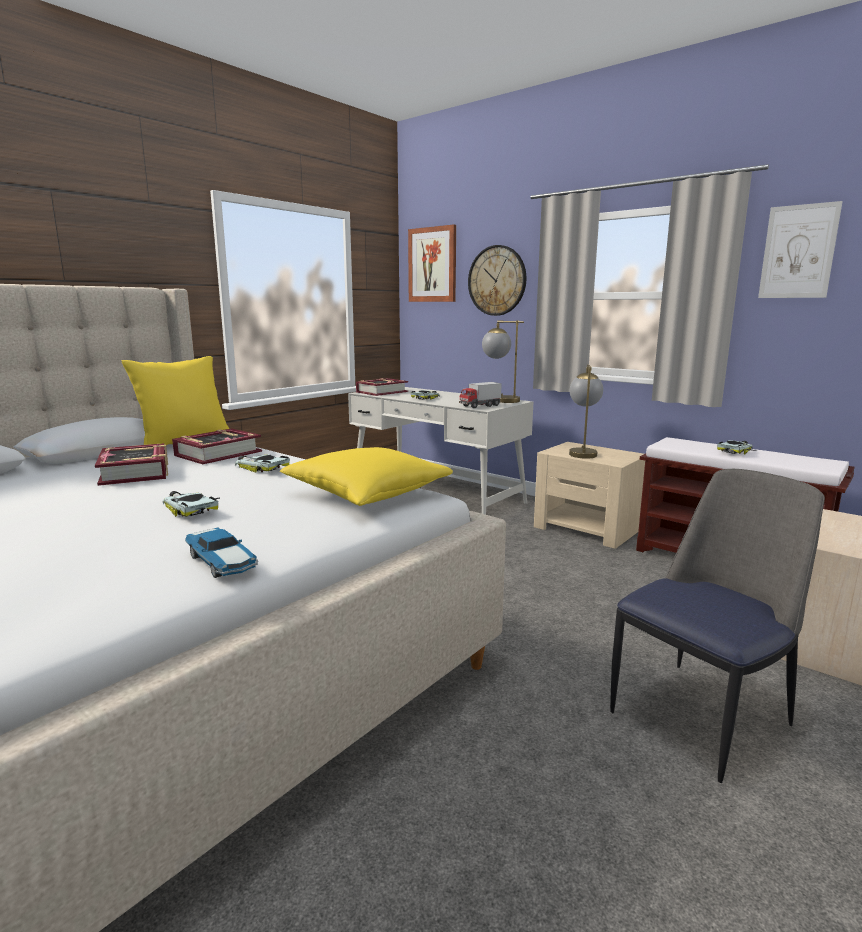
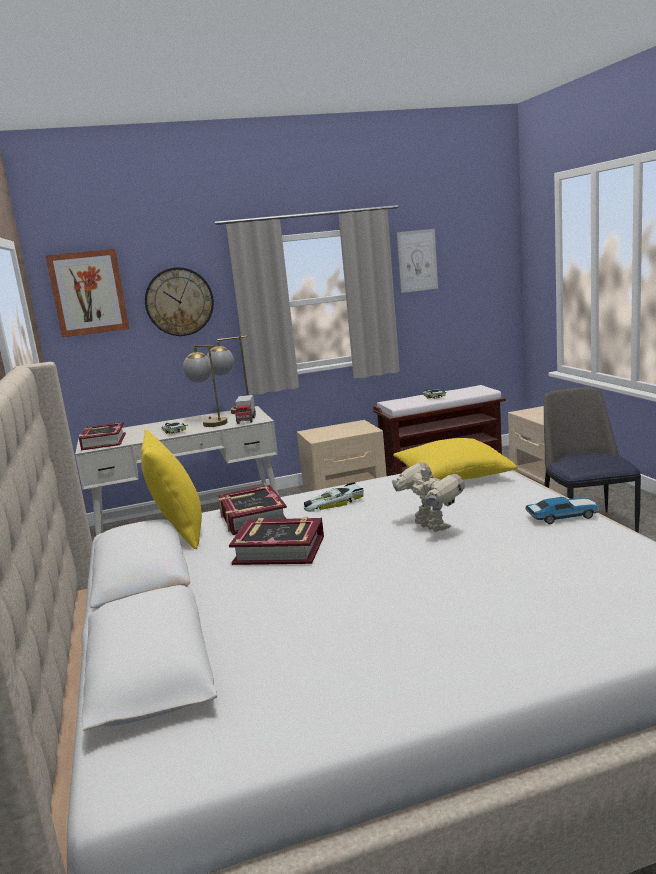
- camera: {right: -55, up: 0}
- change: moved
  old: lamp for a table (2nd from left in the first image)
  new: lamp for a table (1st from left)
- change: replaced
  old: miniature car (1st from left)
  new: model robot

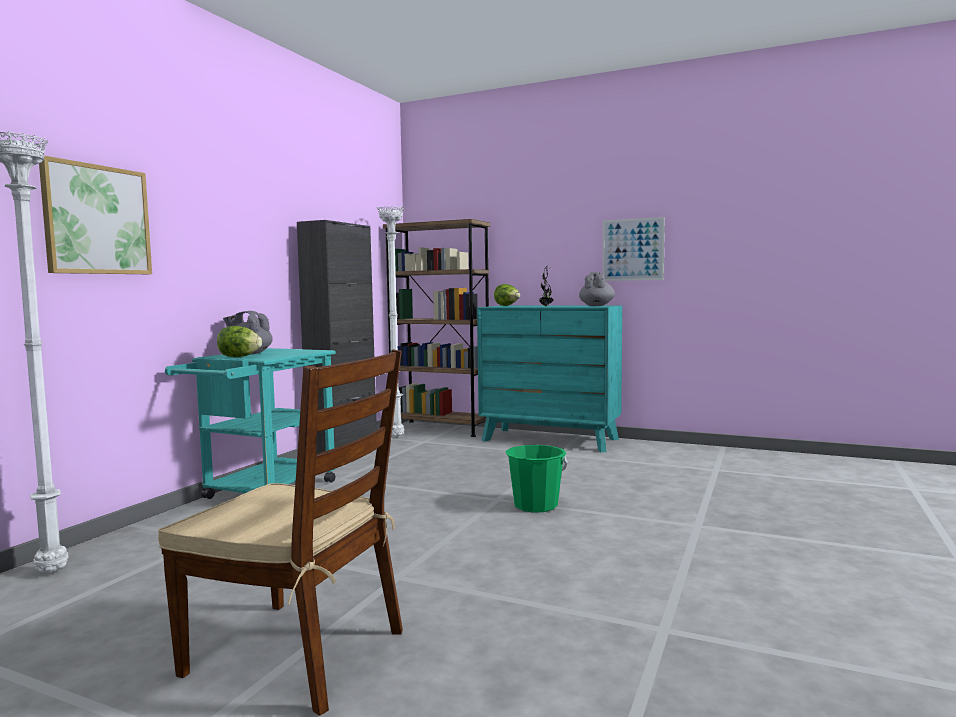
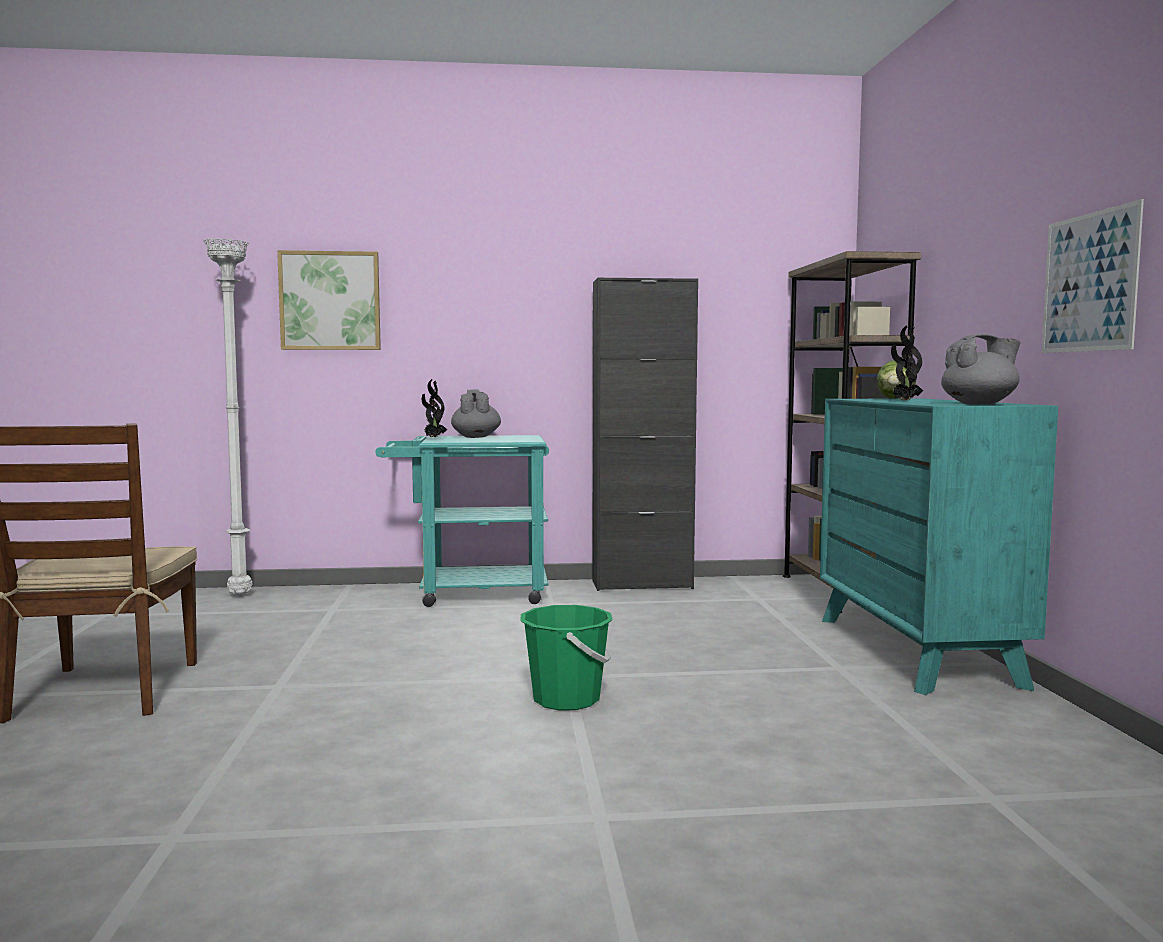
- camera: {right: 60, up: 0}
- change: replaced
  old: lettuce head (1st from left)
  new: plant in a pot (1st from left)
- change: removed
  old: floor lamp/white-coloured (2nd from left)

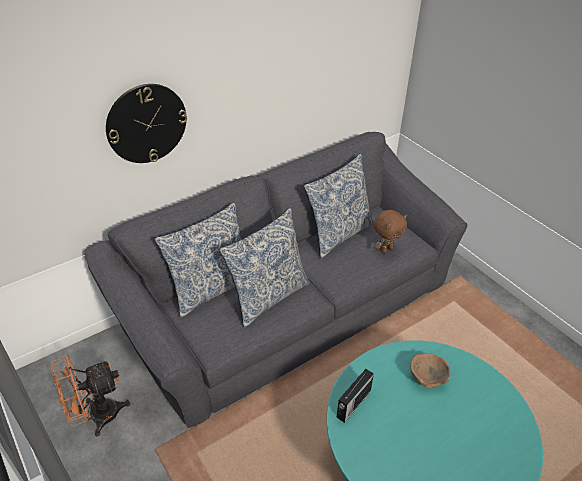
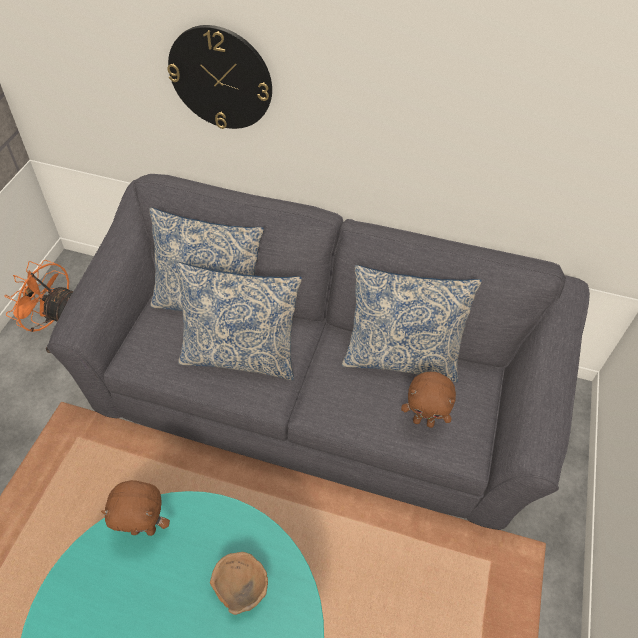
- camera: {right: 50, up: 10}
- change: replaced
  old: radio receiver
  new: cuddly toy/brown (1st from left)

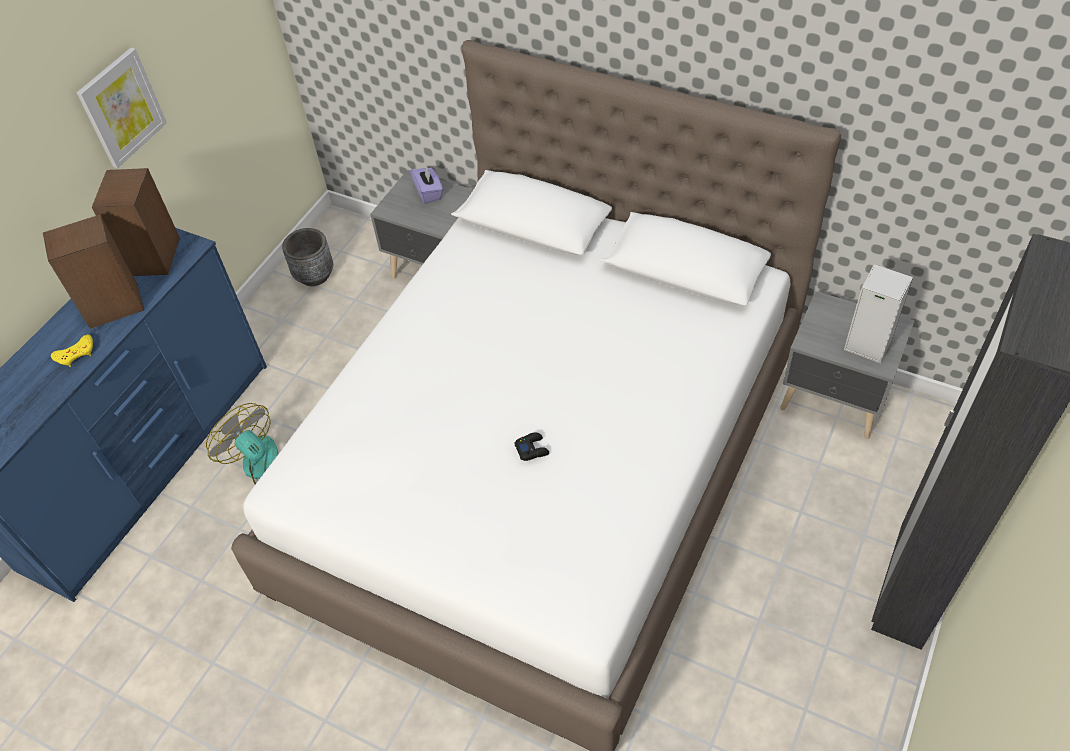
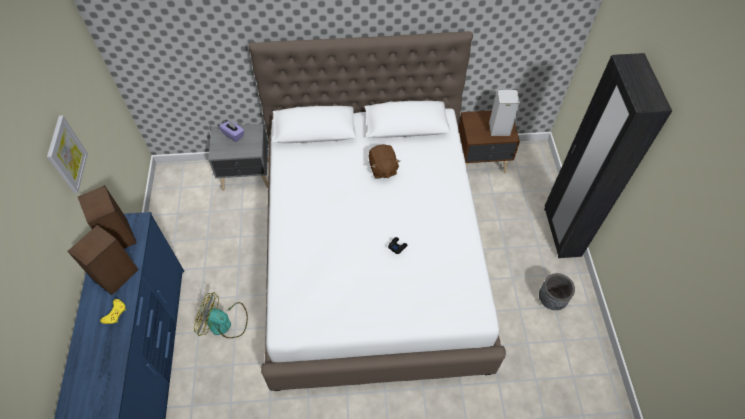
- camera: {right: -35, up: 5}
- change: added
  new: cuddly toy/brown
- change: recoloured
  old: night table/greyish (2nd from left)
  new: night table/brown
- change: moved
  old: planter/greyish

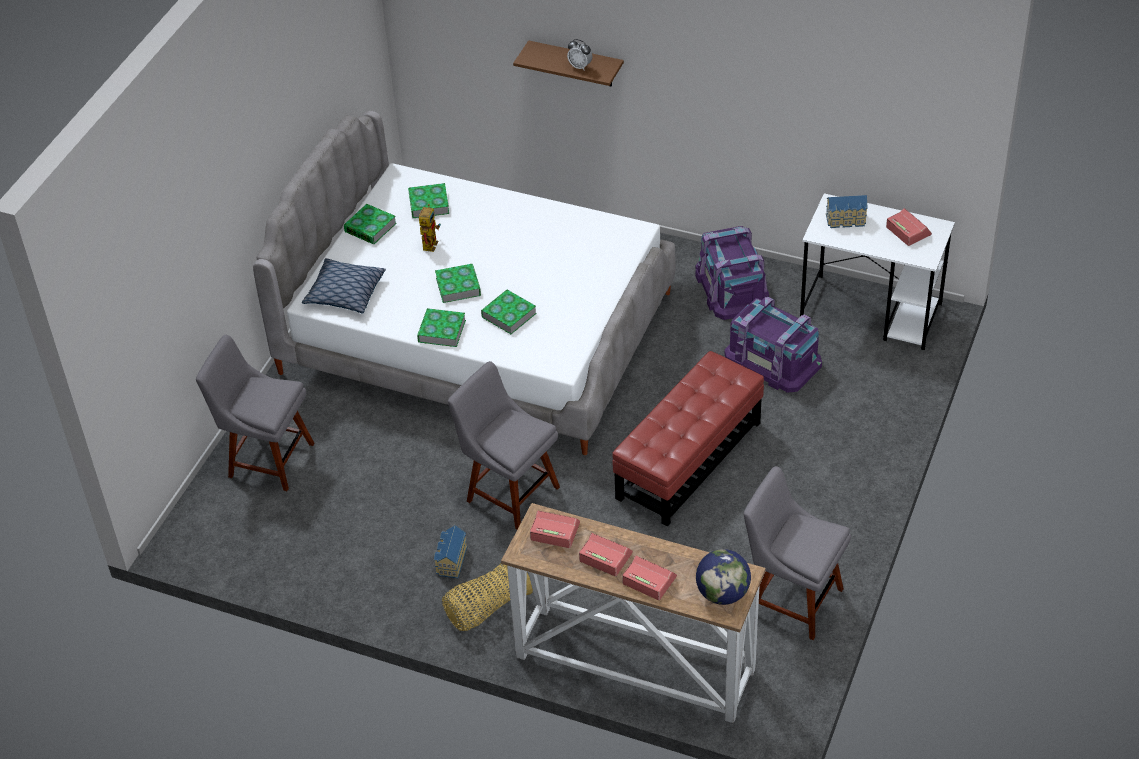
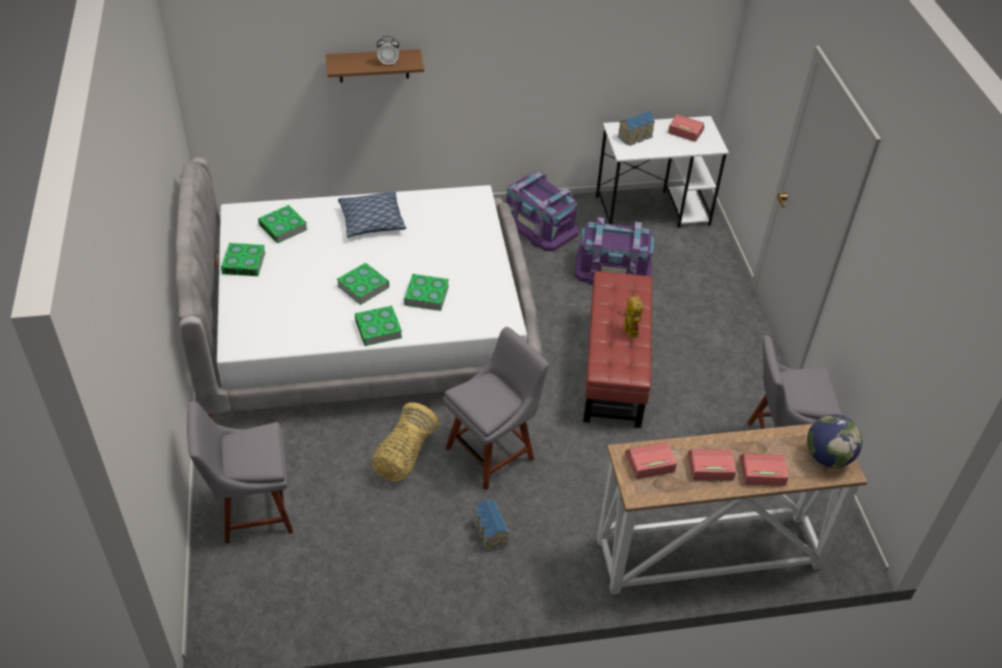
- camera: {right: -35, up: 0}
- change: moved
  old: cushion
- change: moved
  old: storage basket
- change: turned
  old: upright chair/greyish (2nd from left)
  degrees: 135
- change: moved
  old: model robot

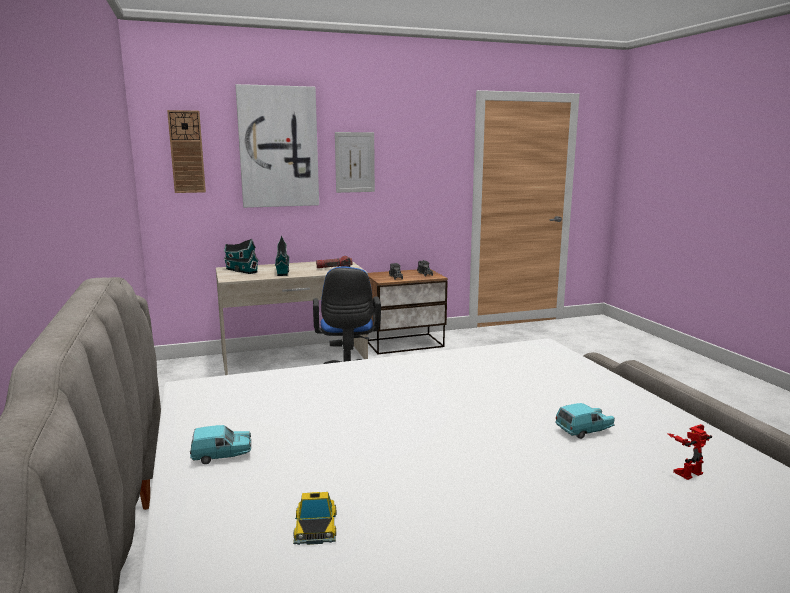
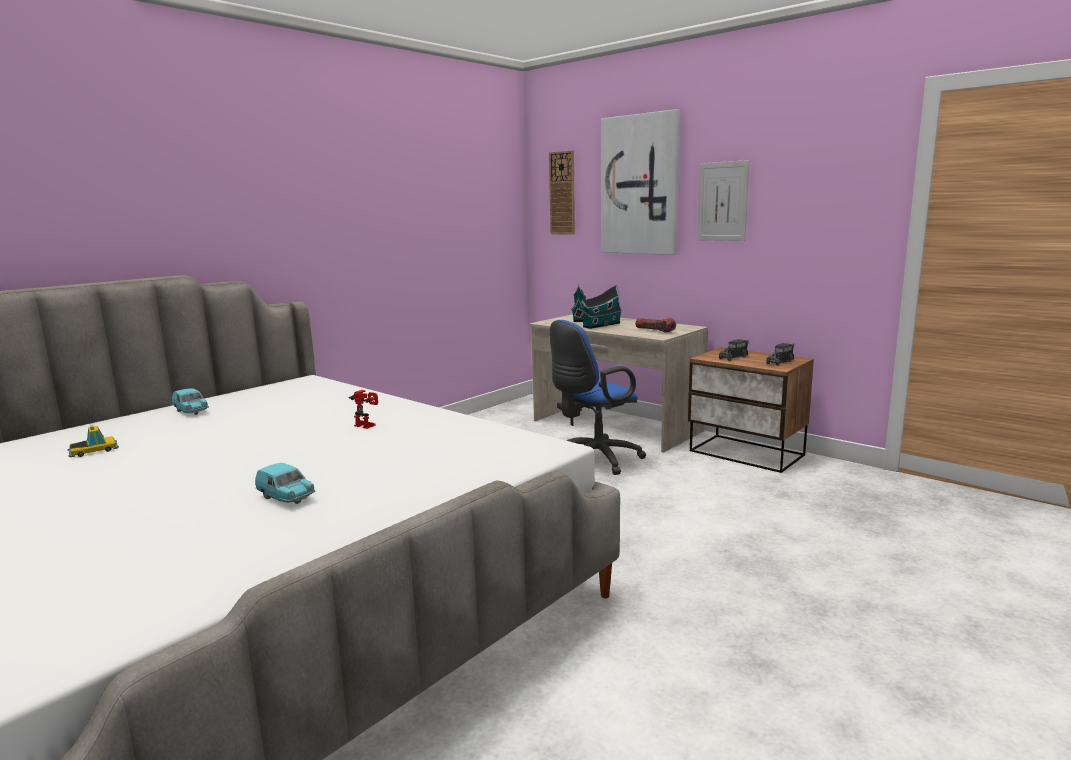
- camera: {right: 60, up: 0}
- change: moved
  old: model robot

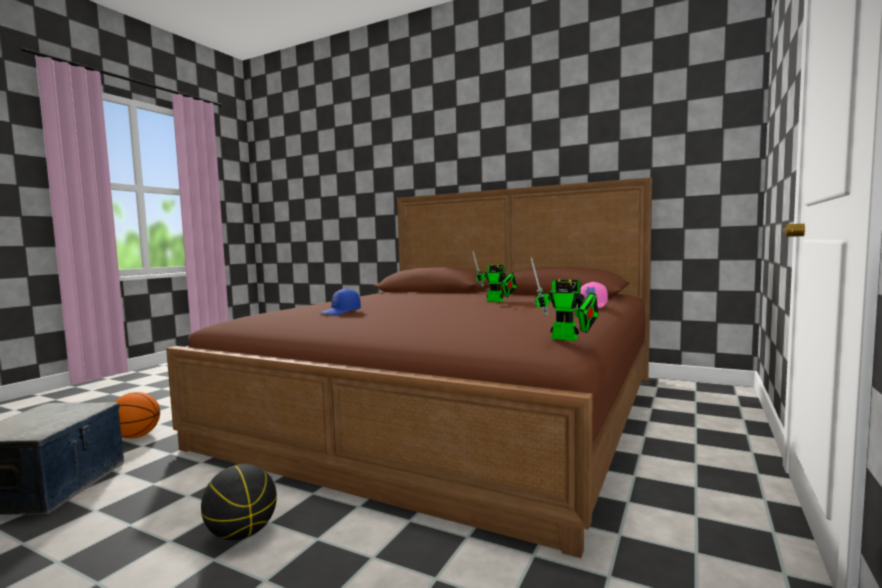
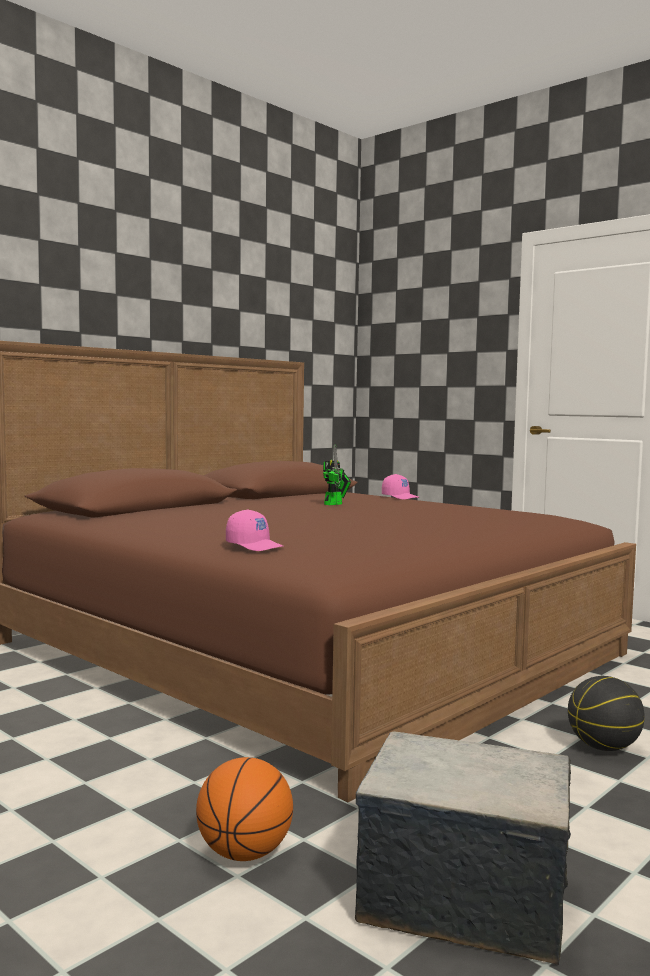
- camera: {right: -75, up: 0}
- change: added
  new: peaked cap/pink-coloured (1st from left)
- change: removed
  old: peaked cap/blue
- change: removed
  old: model robot (2nd from left)

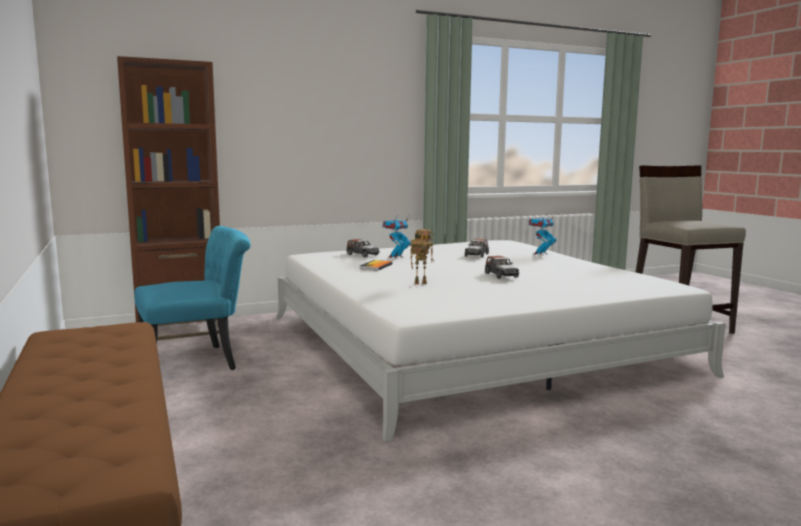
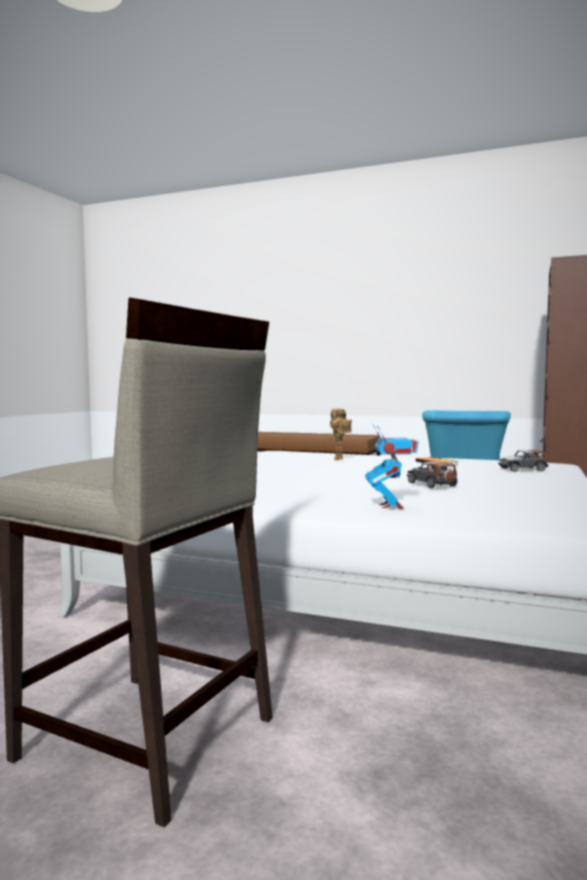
- camera: {right: 135, up: -5}
- change: removed
  old: model robot (1st from left)
- change: removed
  old: miniature car (3rd from left)

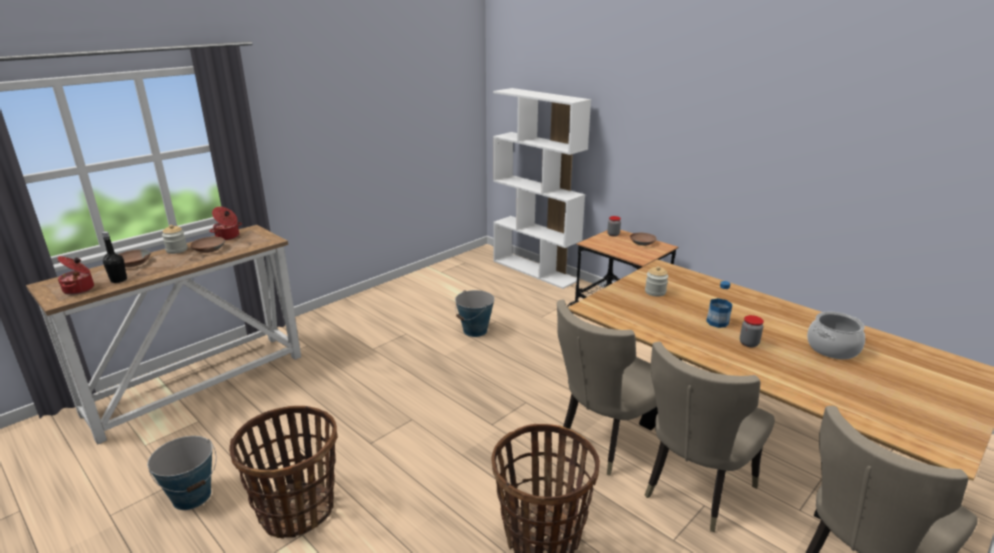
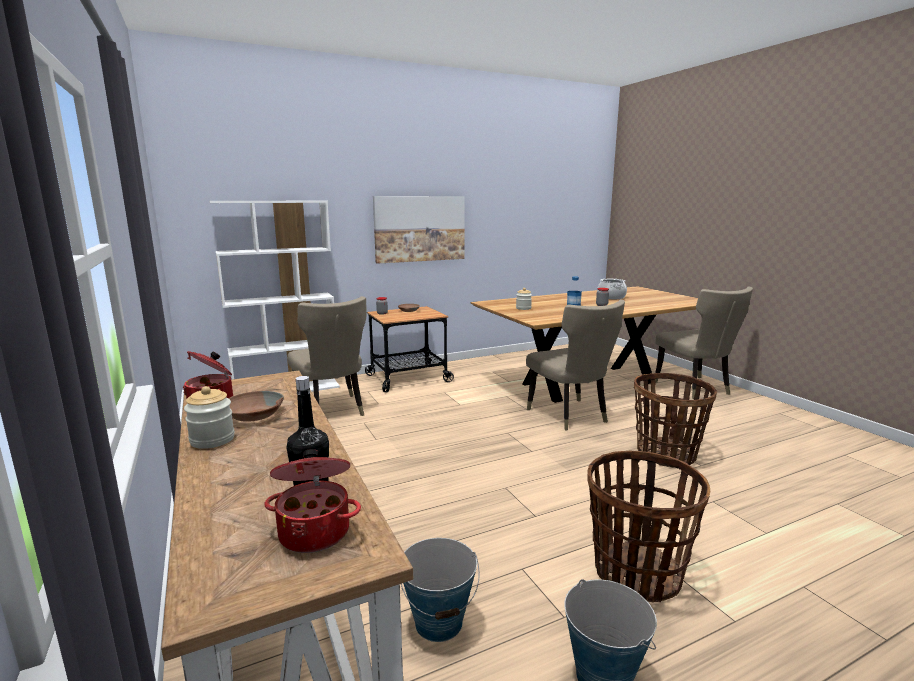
- camera: {right: -70, up: -10}
- change: moved
  old: upright chair/beige (2nd from left in the first image)
  new: upright chair/beige (1st from left)
- change: added
  new: picture
- change: moved
  old: pail (2nd from left in the first image)
  new: pail (1st from left)
- change: removed
  old: bowl/brown (1st from left)

